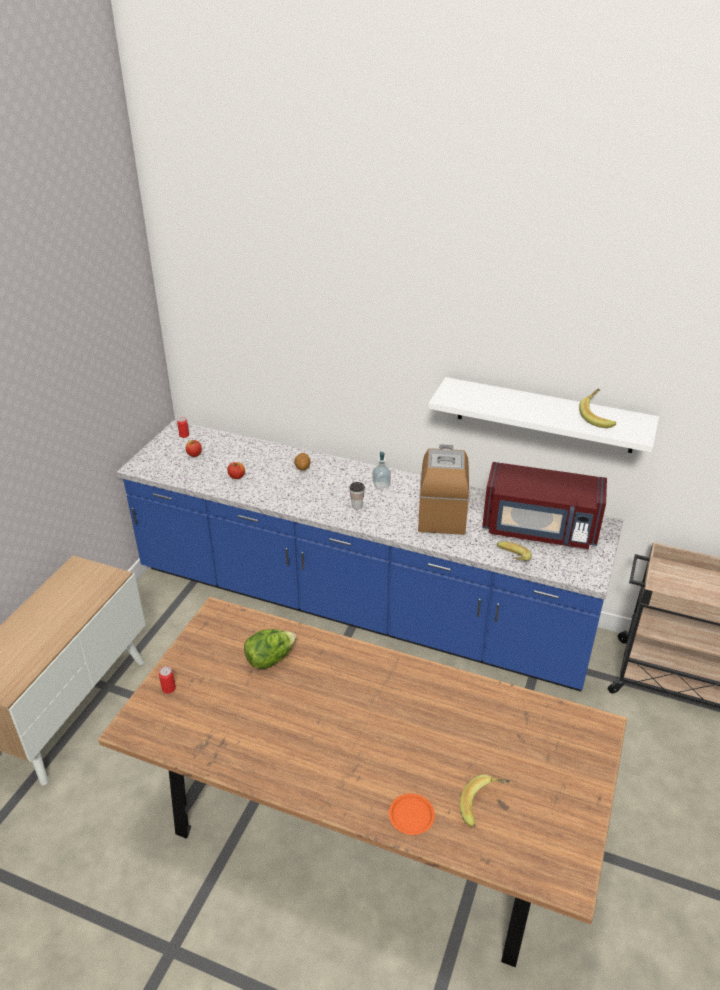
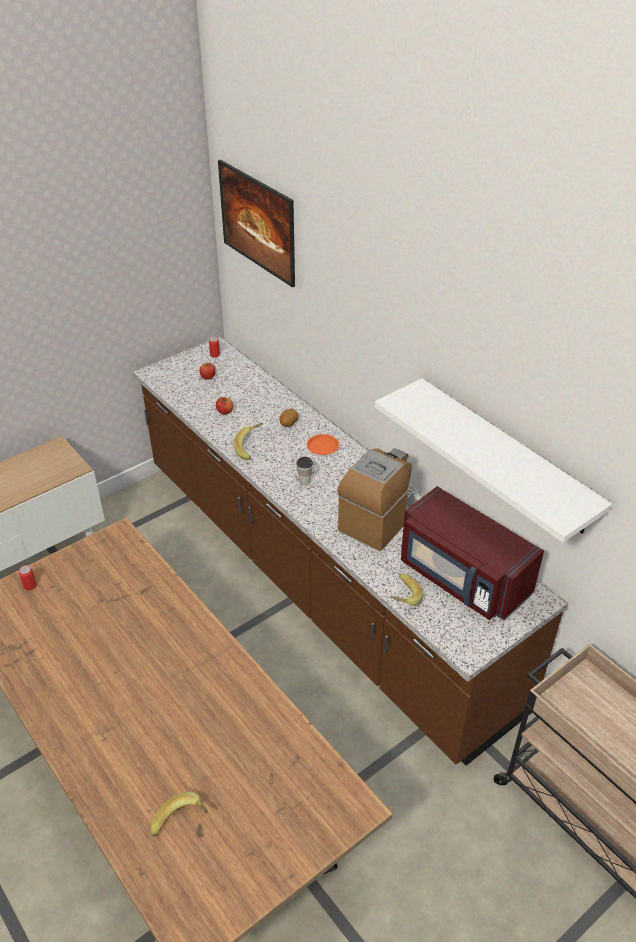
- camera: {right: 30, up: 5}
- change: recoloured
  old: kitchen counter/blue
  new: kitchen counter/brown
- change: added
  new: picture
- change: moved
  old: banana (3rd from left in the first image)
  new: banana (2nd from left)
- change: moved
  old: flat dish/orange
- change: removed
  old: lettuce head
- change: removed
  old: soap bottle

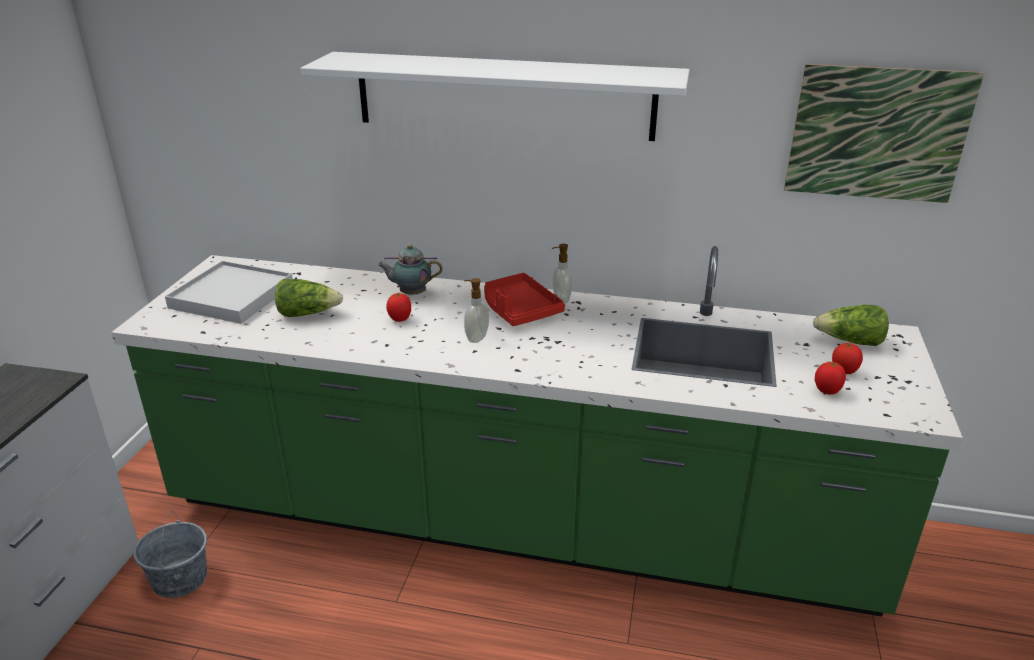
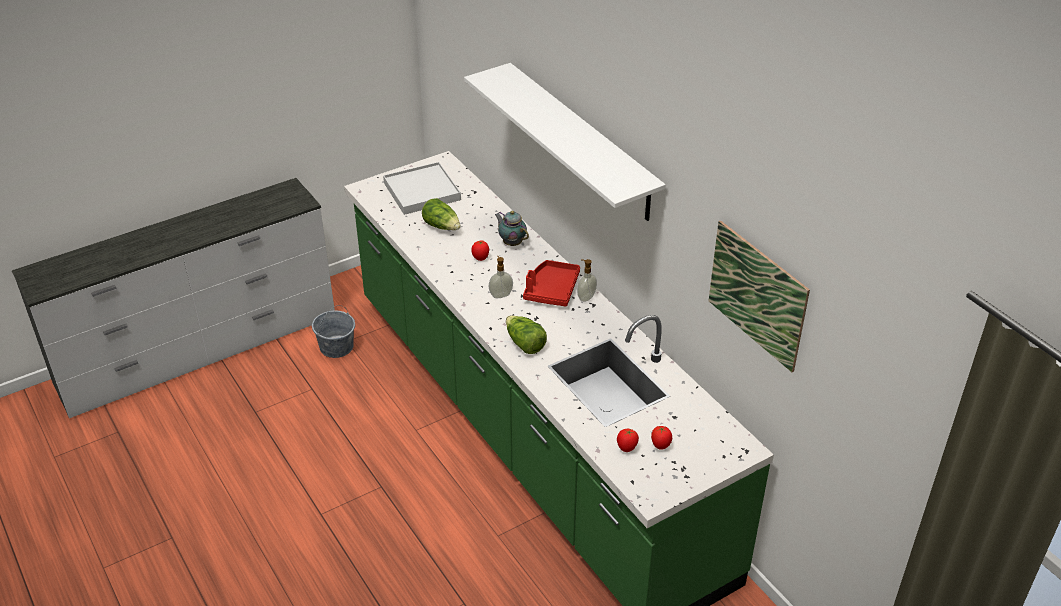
- camera: {right: 45, up: 10}
- change: moved
  old: lettuce head (2nd from left)

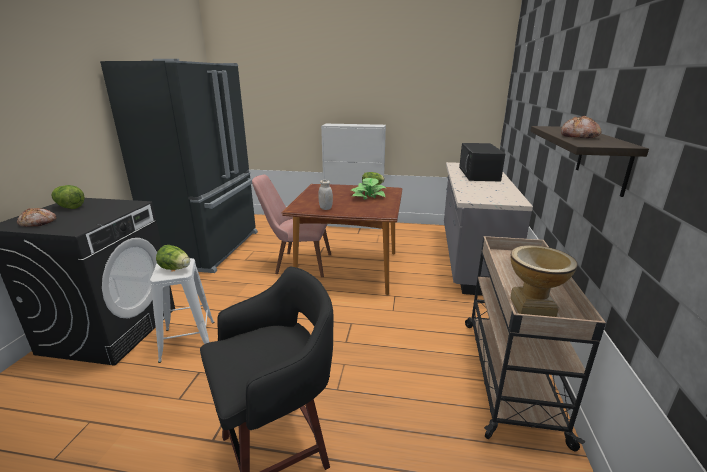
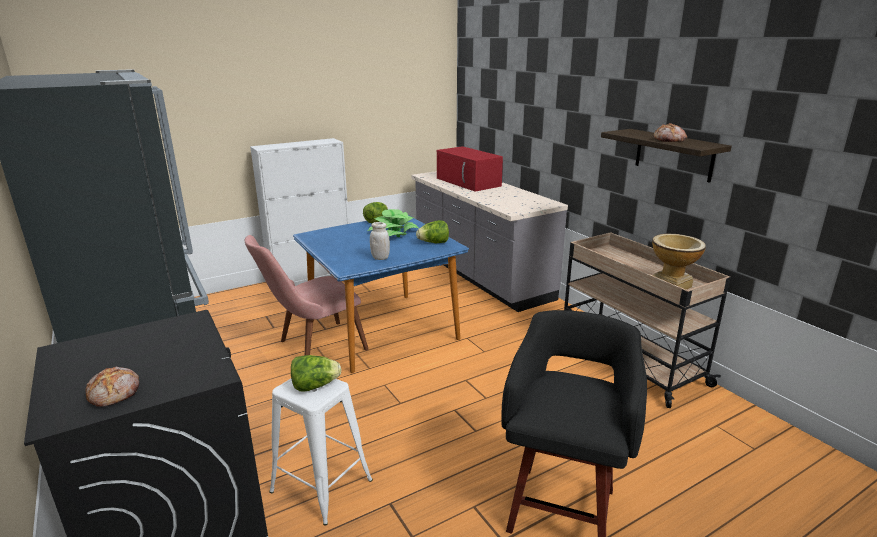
- camera: {right: -40, up: 0}
- change: recoloured
  old: kitchen table/brown
  new: kitchen table/blue
- change: moved
  old: lettuce head (1st from left in the first image)
  new: lettuce head (3rd from left)
- change: recoloured
  old: microwave oven/blackish
  new: microwave oven/reddish

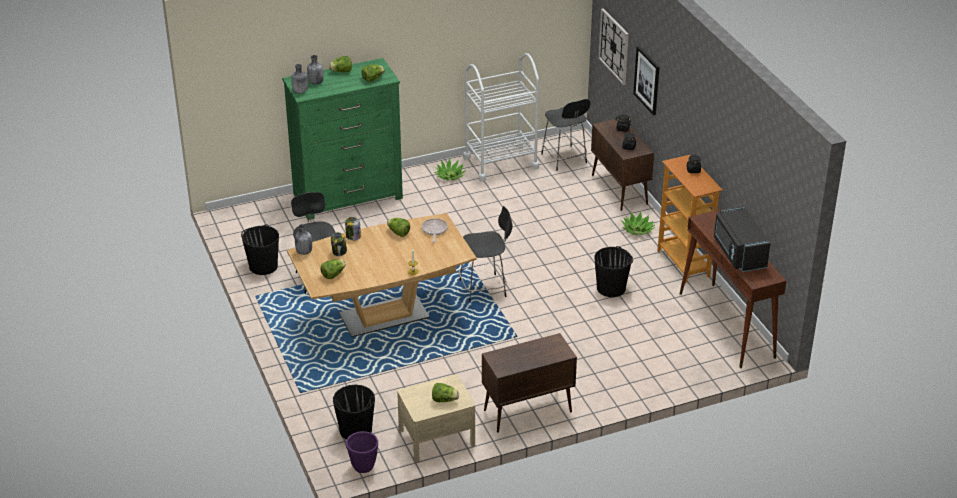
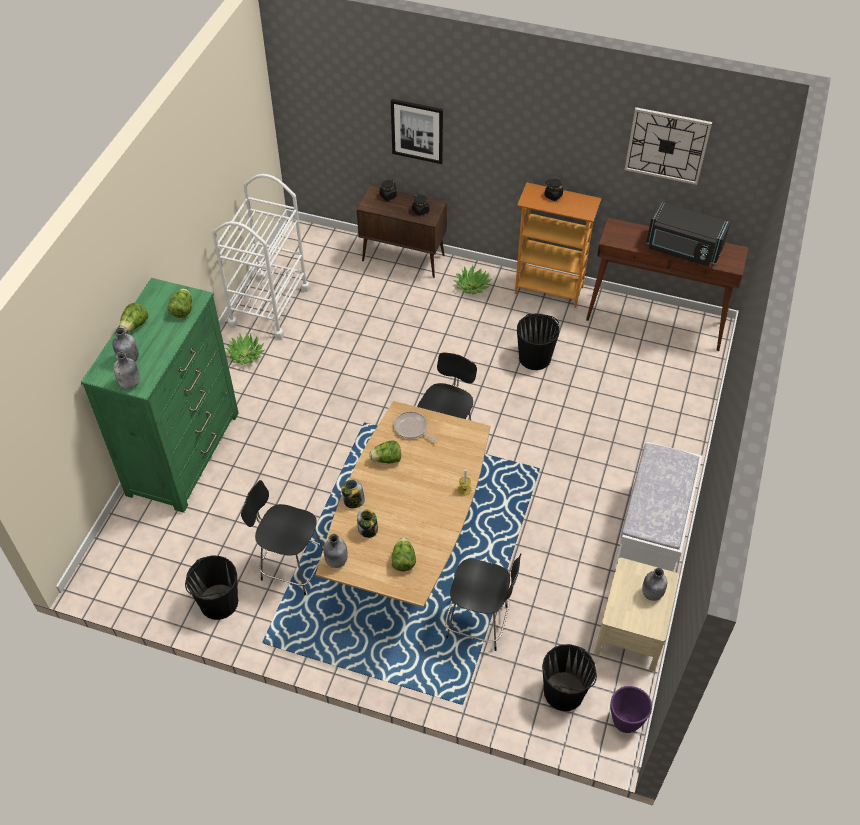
- camera: {right: -50, up: 15}
- change: moved
  old: upright chair/blackish (3rd from left)
- change: replaced
  old: cupboard/brown (1st from left)
  new: bench/white-coloured
- change: moved
  old: clock on the wall
- change: replaced
  old: lettuce head (5th from left)
  new: beverage bottle/greyish (4th from left)

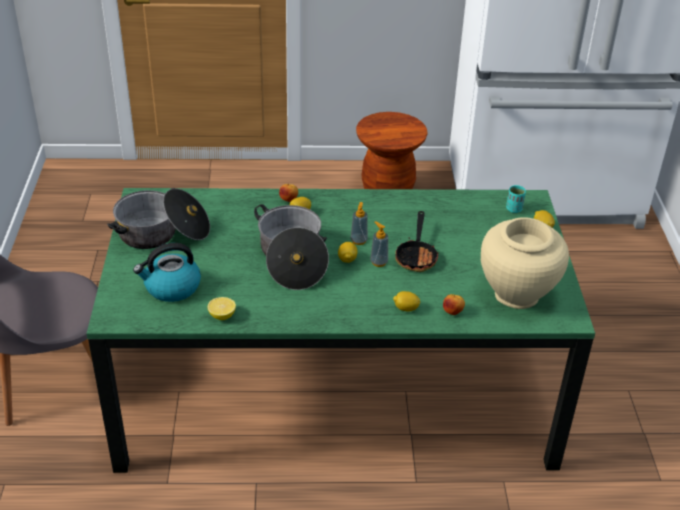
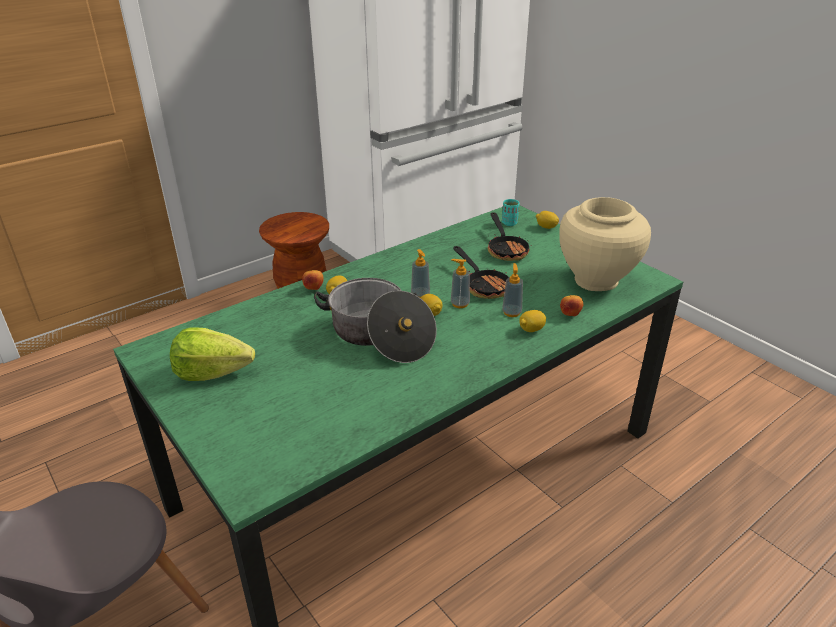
- camera: {right: -35, up: -5}
- change: replaced
  old: cooking pot (1st from left)
  new: lettuce head
- change: added
  new: pan (2nd from left)
- change: added
  new: soap bottle (3rd from left)
- change: removed
  old: tea kettle
- change: removed
  old: whole lemon (1st from left)

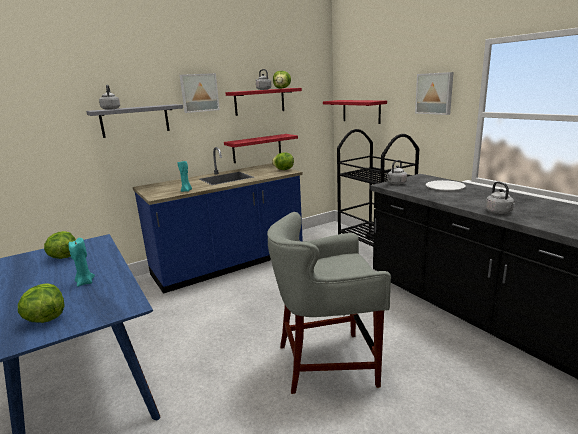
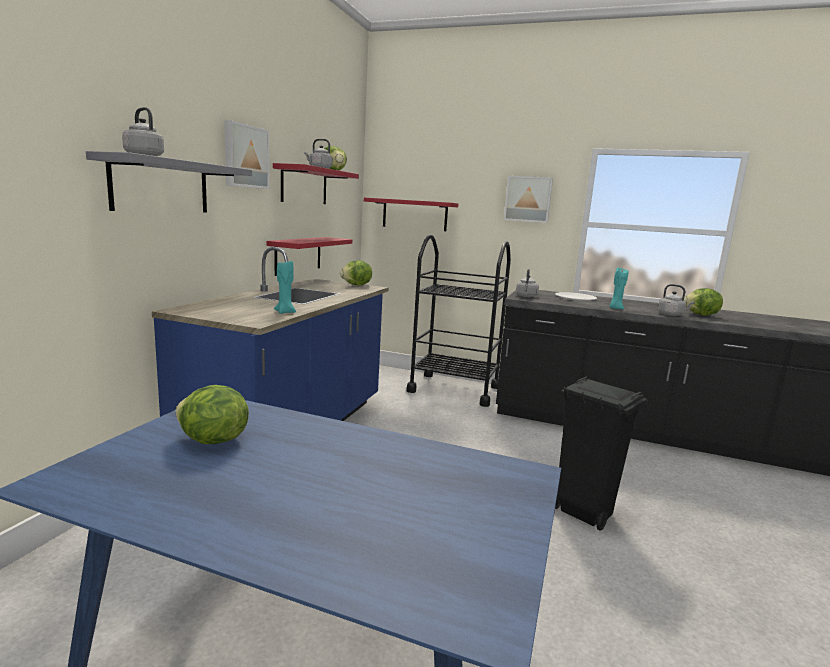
- camera: {right: -40, up: -5}
- change: replaced
  old: sitting stool/greyish
  new: trash can/blackish
- change: moved
  old: wax light/blue-green (1st from left in the first image)
  new: wax light/blue-green (2nd from left)
- change: moved
  old: lettuce head (1st from left in the first image)
  new: lettuce head (4th from left)

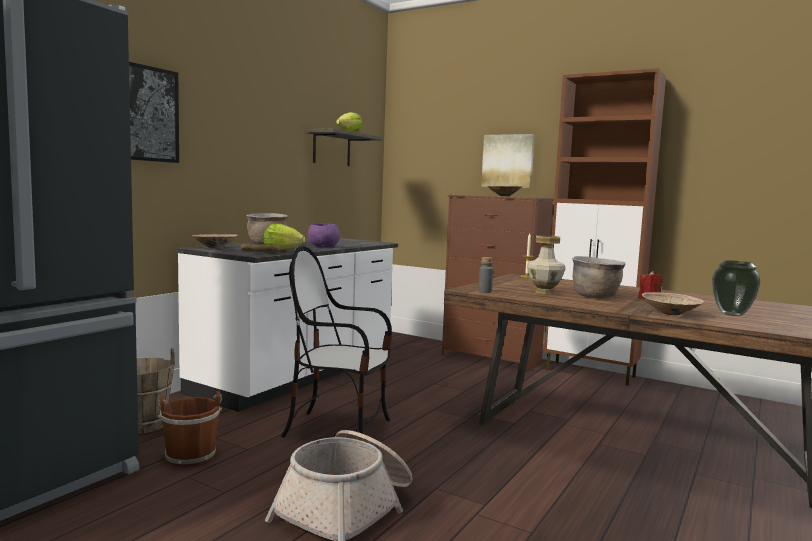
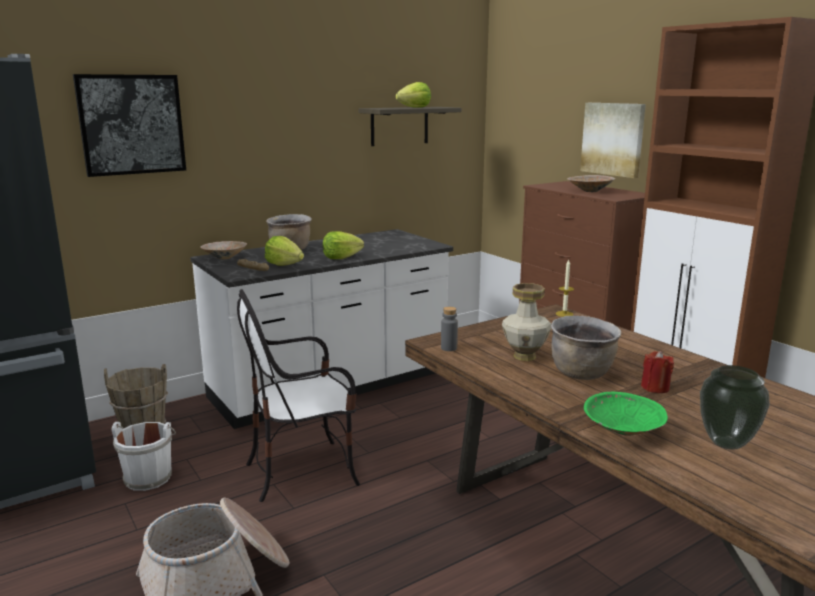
- camera: {right: 25, up: 10}
- change: recoloured
  old: pail/brown (2nd from left)
  new: pail/white-coloured
- change: turned
  old: upright chair
  degrees: -60
- change: replaced
  old: bowl/purple
  new: lettuce head (2nd from left)
- change: recoloured
  old: bowl/beige (3rd from left)
  new: bowl/green

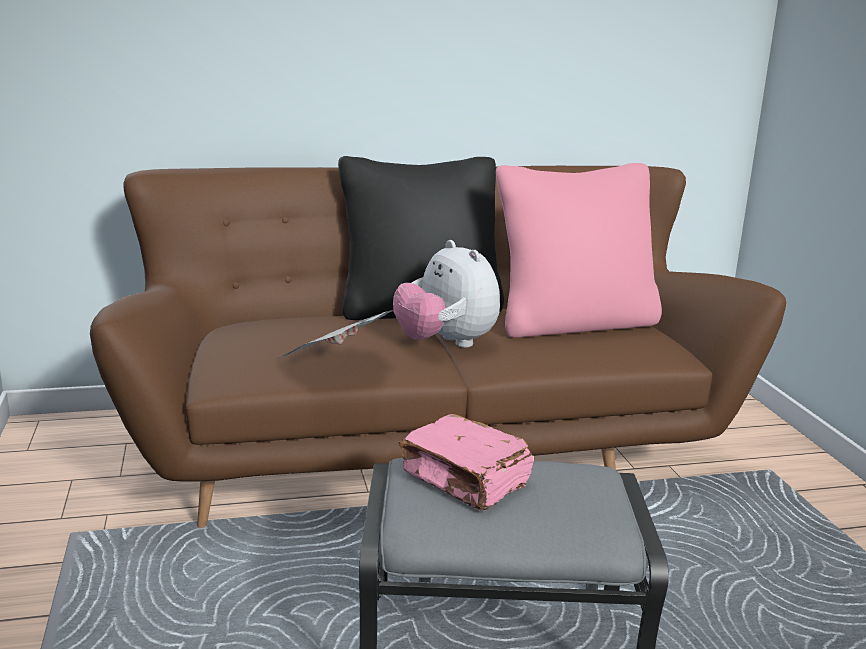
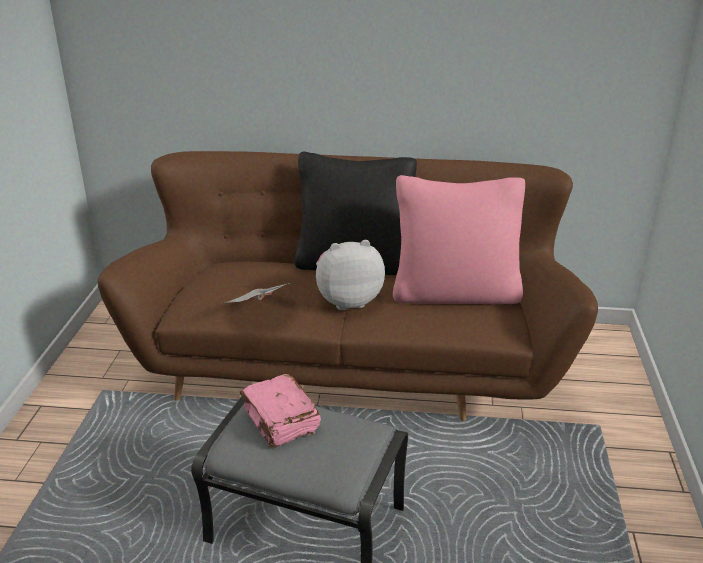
- camera: {right: 20, up: 10}
- change: turned
  old: cuddly toy
  degrees: 90

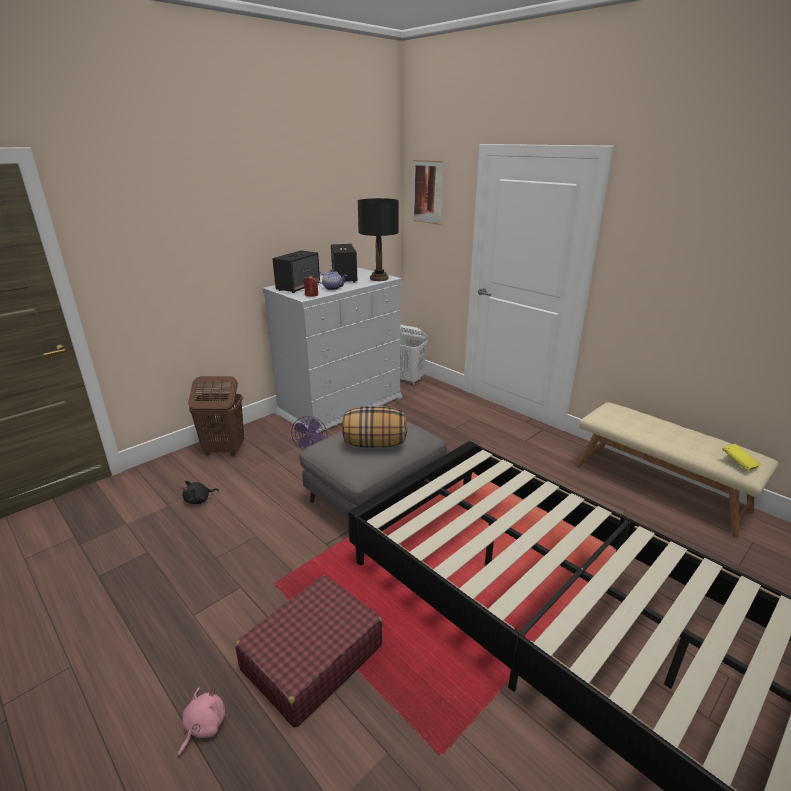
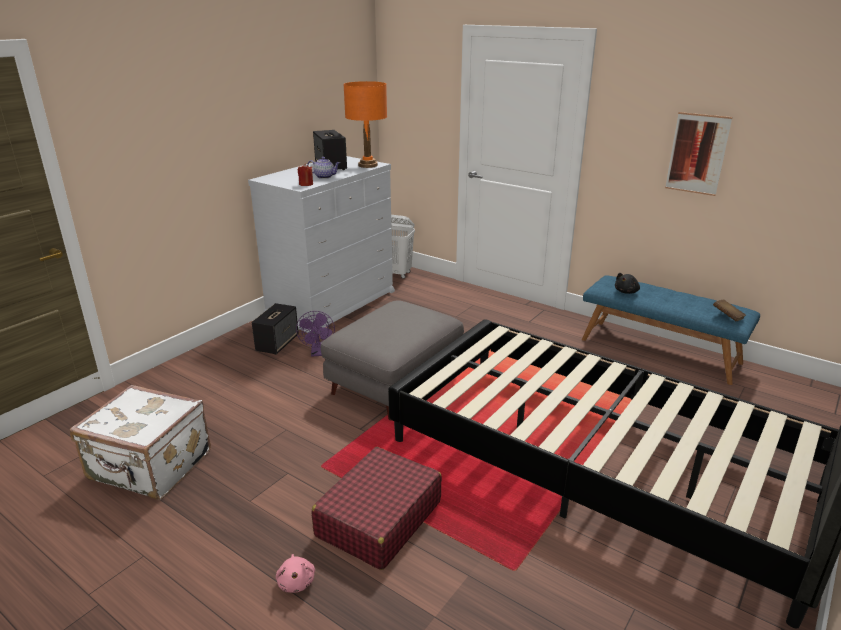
- camera: {right: -10, up: 0}
- change: added
  new: suitcase/white-coloured
- change: moved
  old: audio speaker (1st from left)
- change: turned
  old: cuddly toy/pink-coloured
  degrees: 150
- change: recoloured
  old: lamp for a table/blackish
  new: lamp for a table/orange
- change: recoloured
  old: bench/beige
  new: bench/blue
- change: moved
  old: cuddly toy/blackish
- change: moved
  old: picture
- change: recoloured
  old: book/yellow
  new: book/brown
- change: removed
  old: washing basket/brown
- change: removed
  old: cushion

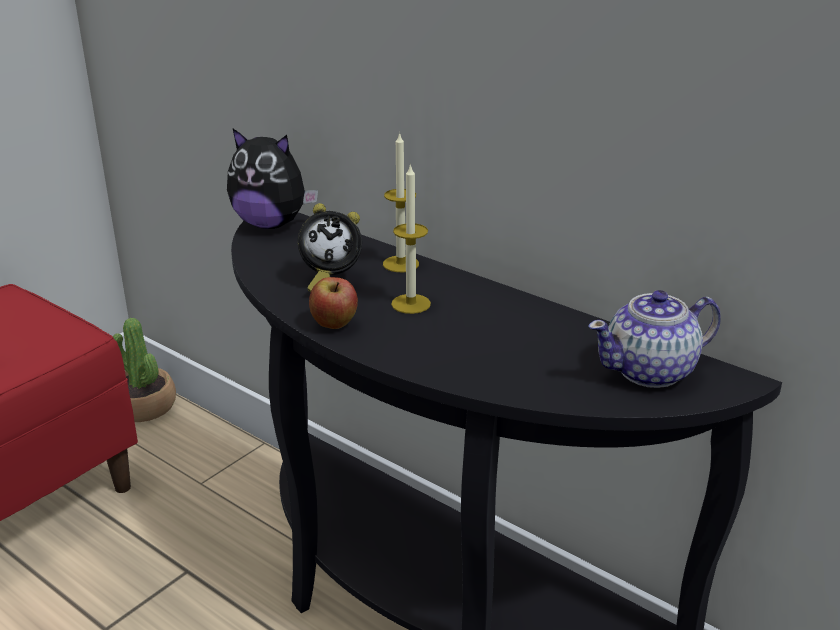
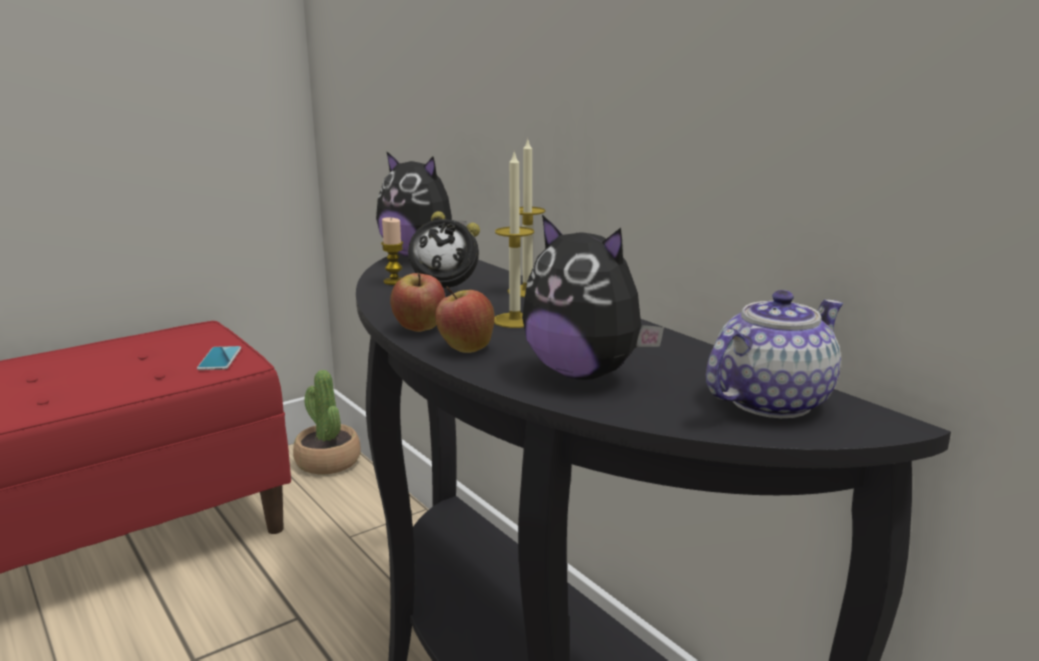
- camera: {right: 15, up: -10}
- change: added
  new: phone
- change: added
  new: wax light (1st from left)
- change: added
  new: apple fruit (2nd from left)
- change: added
  new: cuddly toy (2nd from left)
- change: turned
  old: pot for tea
  degrees: 150

